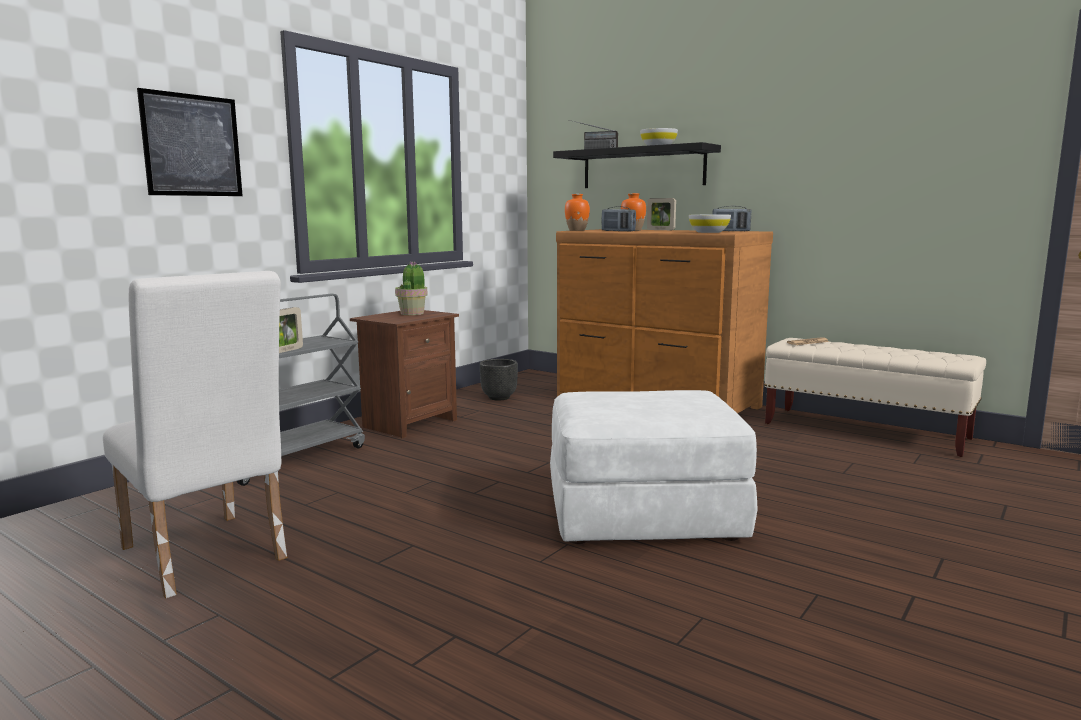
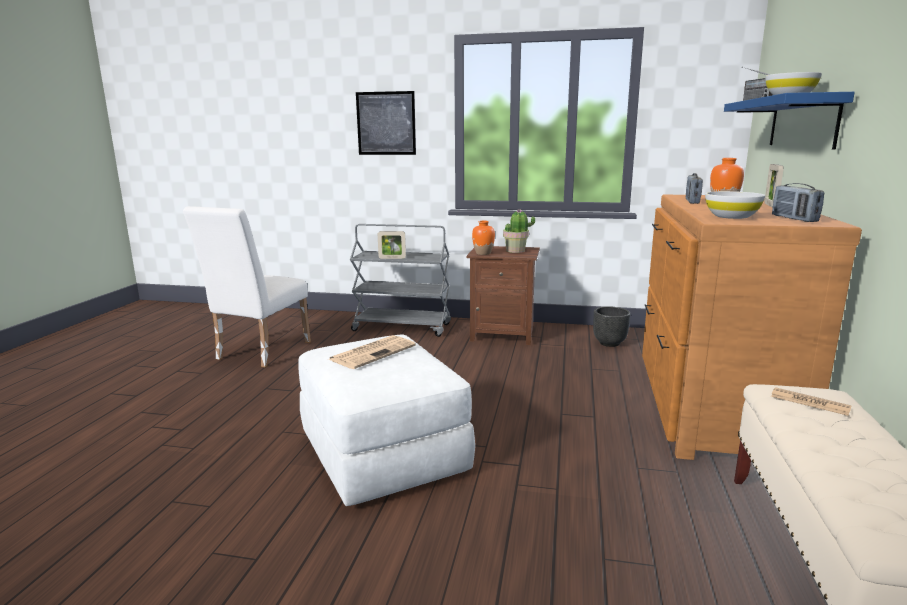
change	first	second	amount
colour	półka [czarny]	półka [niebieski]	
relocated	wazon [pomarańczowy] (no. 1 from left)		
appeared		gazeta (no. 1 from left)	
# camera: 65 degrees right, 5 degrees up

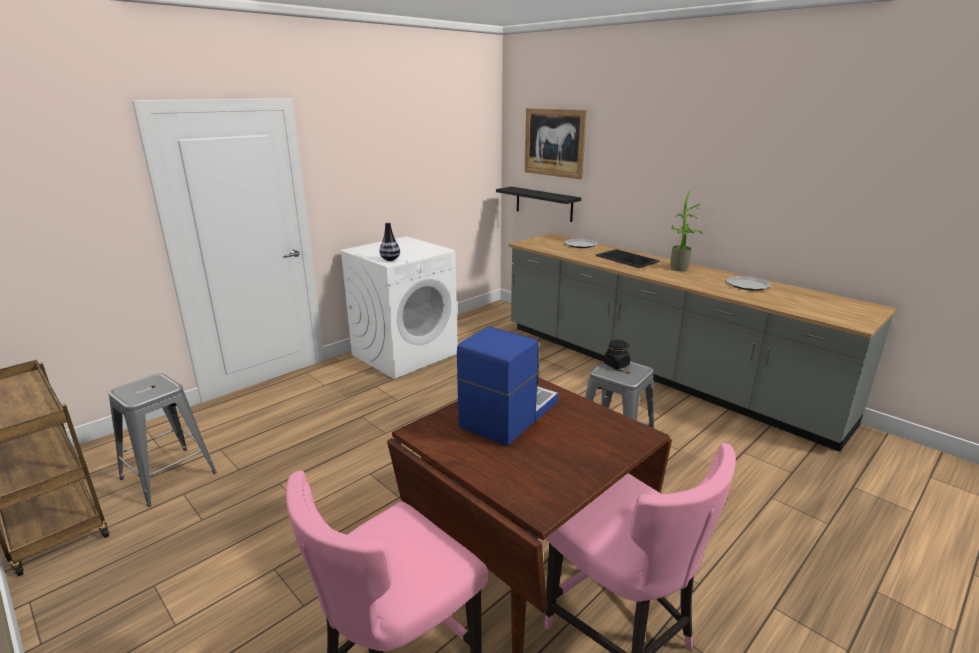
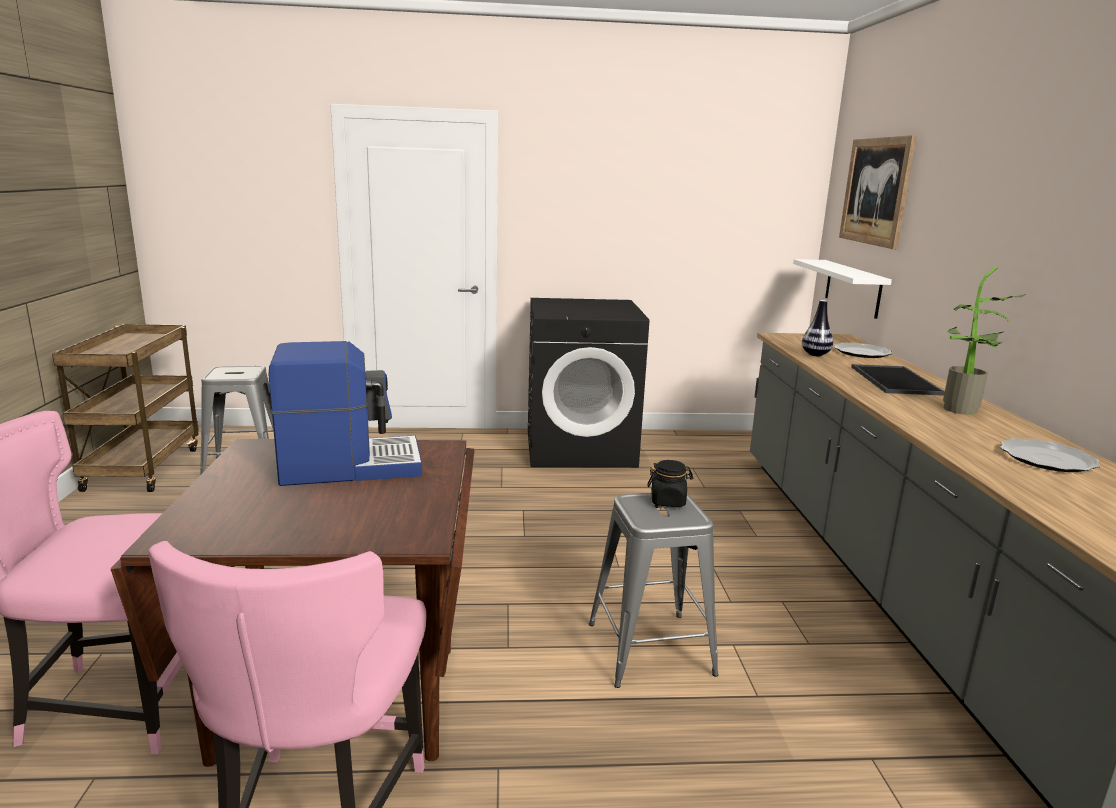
change	first	second	amount
colour	półka [czarny]	półka [biały]	
relocated	wazon		
colour	pralka [biały]	pralka [czarny]	
# camera: 40 degrees right, 5 degrees down

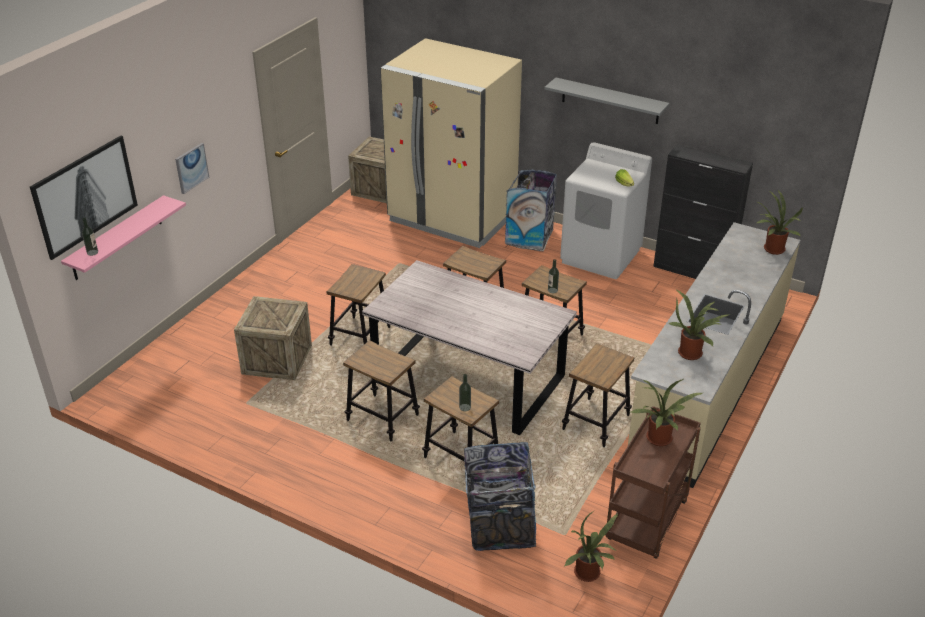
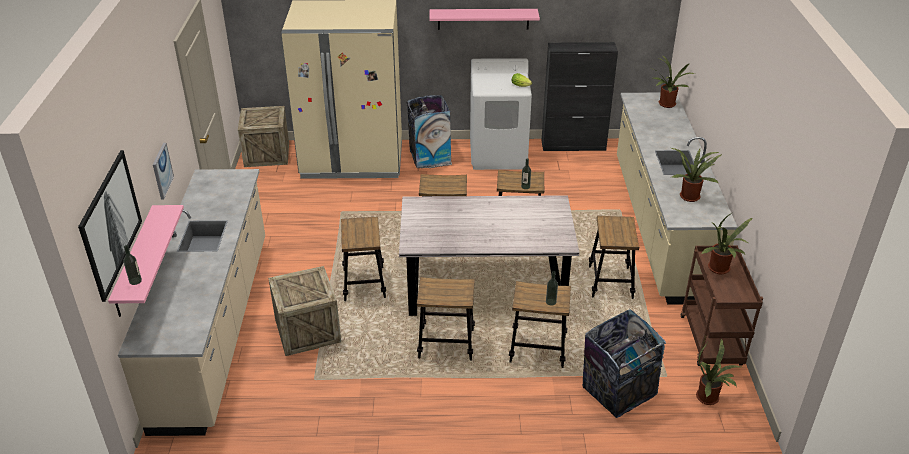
change	first	second	amount
colour	półka [szary]	półka [różowy] (no. 2 from left)	
appeared		zabudowa kuchenna [beżowy] (no. 1 from left)	
# camera: 30 degrees left, 0 degrees up

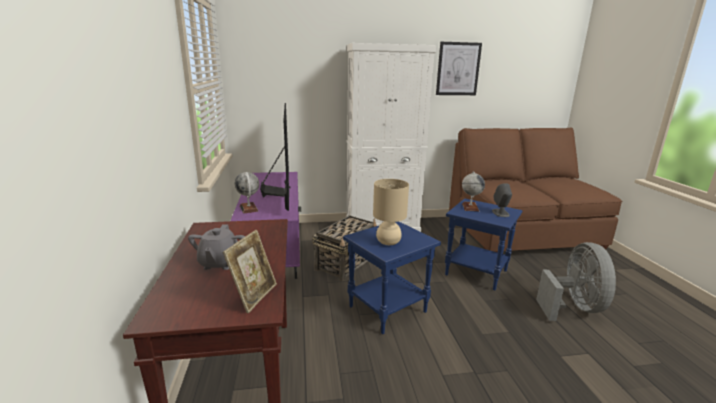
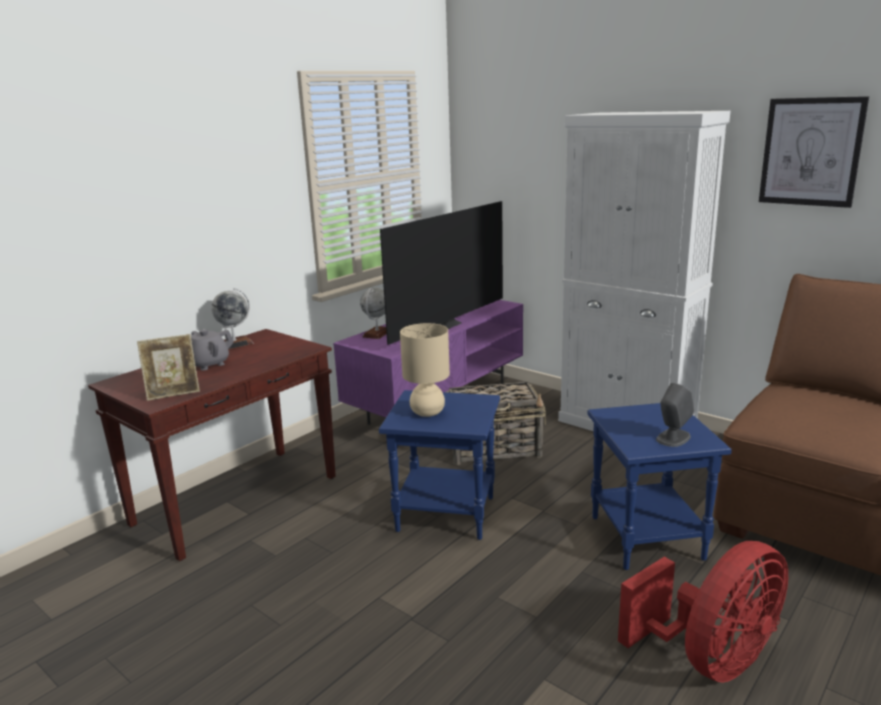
change	first	second	amount
relocated	globus (no. 2 from left in the first image)	globus (no. 1 from left)	
colour	wentylator [szary]	wentylator [czerwony]	
# camera: 50 degrees right, 0 degrees up

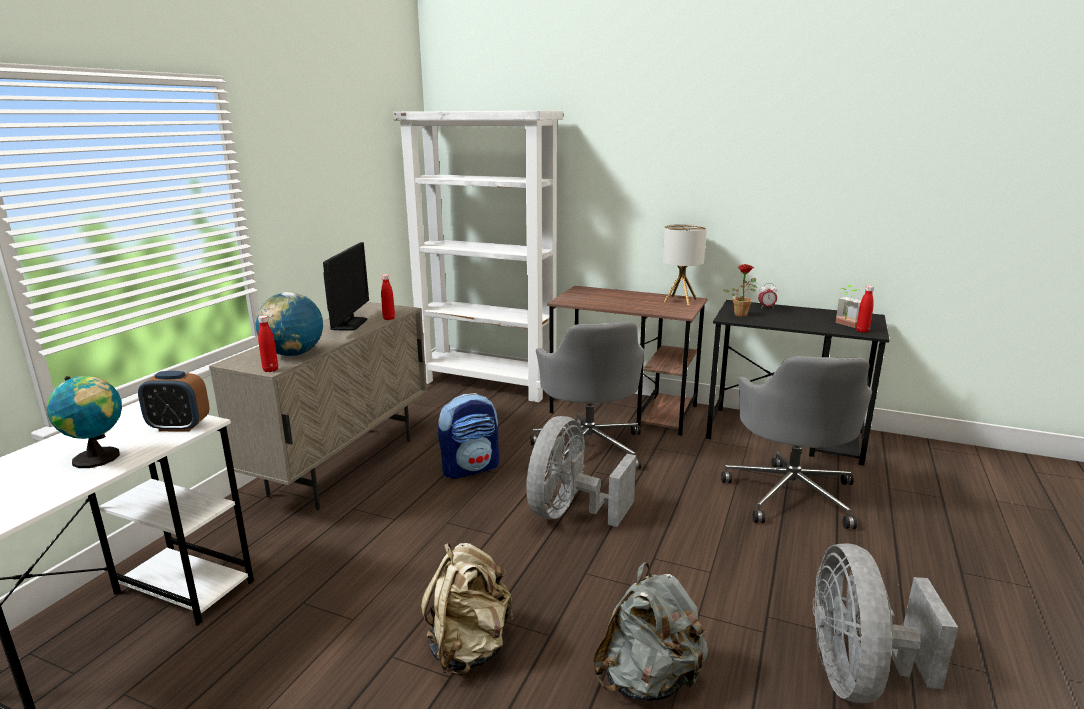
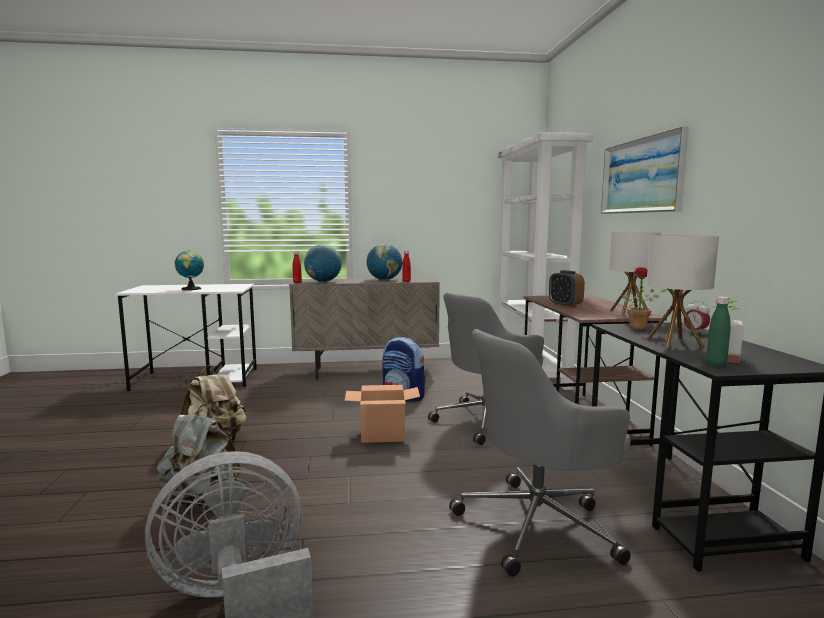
change	first	second	amount
exchanged	monitor	globus (no. 3 from left)	
colour	butelka [czerwony] (no. 3 from left)	butelka [zielony]	
relocated	budzik (no. 1 from left)		
exchanged	wentylator [szary] (no. 1 from left)	karton	
appeared		obraz	
appeared		lampa stołowa (no. 2 from left)	
# camera: 60 degrees right, 10 degrees down

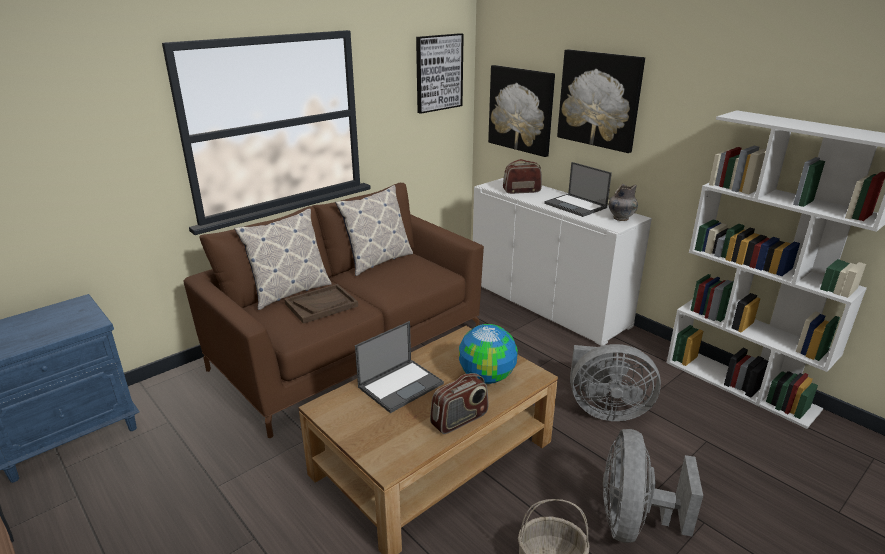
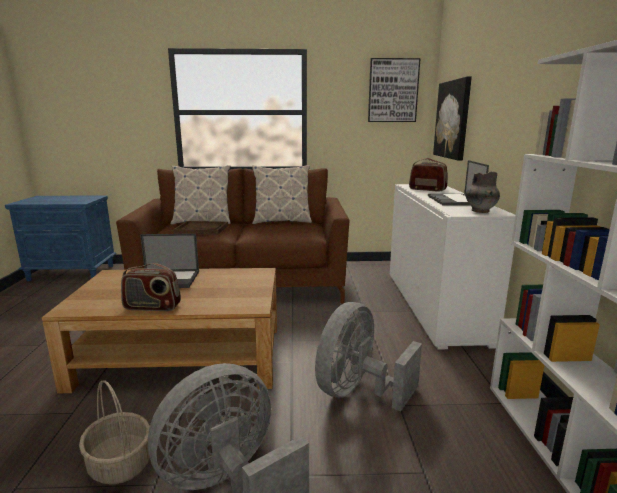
change	first	second	amount
missing	obraz (no. 3 from left)		
missing	globus		
spun	wentylator [szary] (no. 1 from left in the first image)	wentylator [szary] (no. 2 from left)	75 degrees clockwise
# camera: 40 degrees right, 10 degrees down

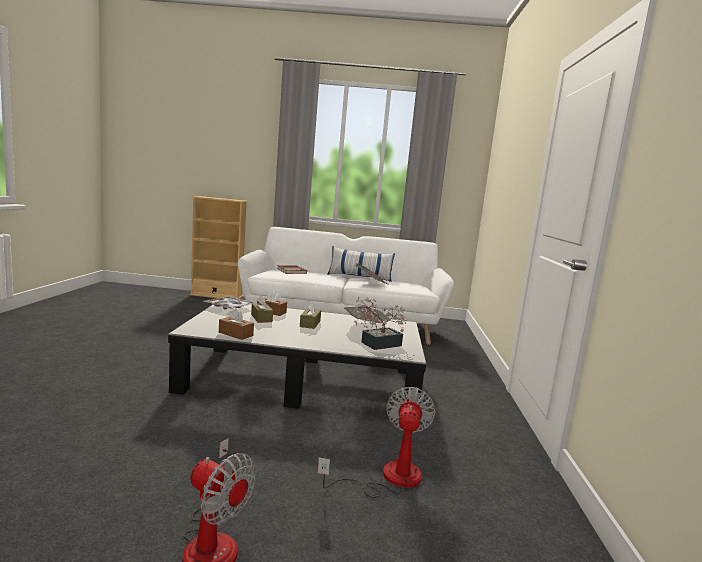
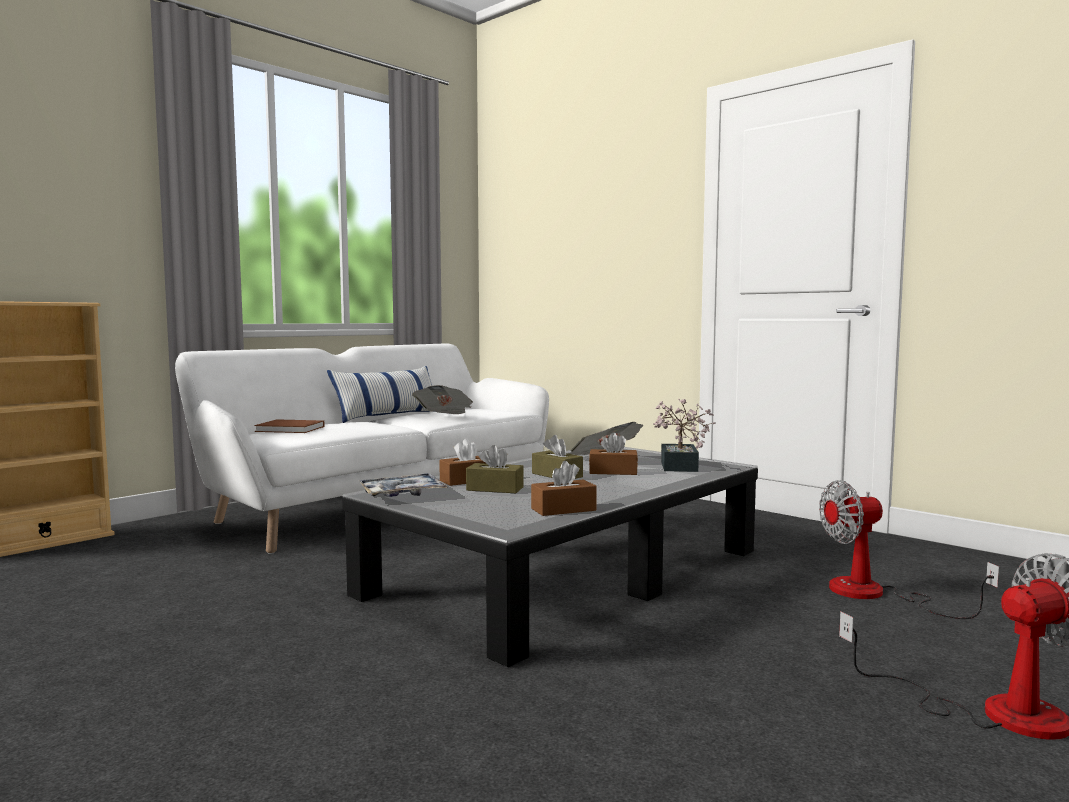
change	first	second	amount
spun	wentylator (no. 2 from left in the first image)	wentylator (no. 1 from left)	60 degrees counterclockwise
appeared		pudełko chusteczek [brązowy] (no. 5 from left)	
# camera: 50 degrees left, 5 degrees down

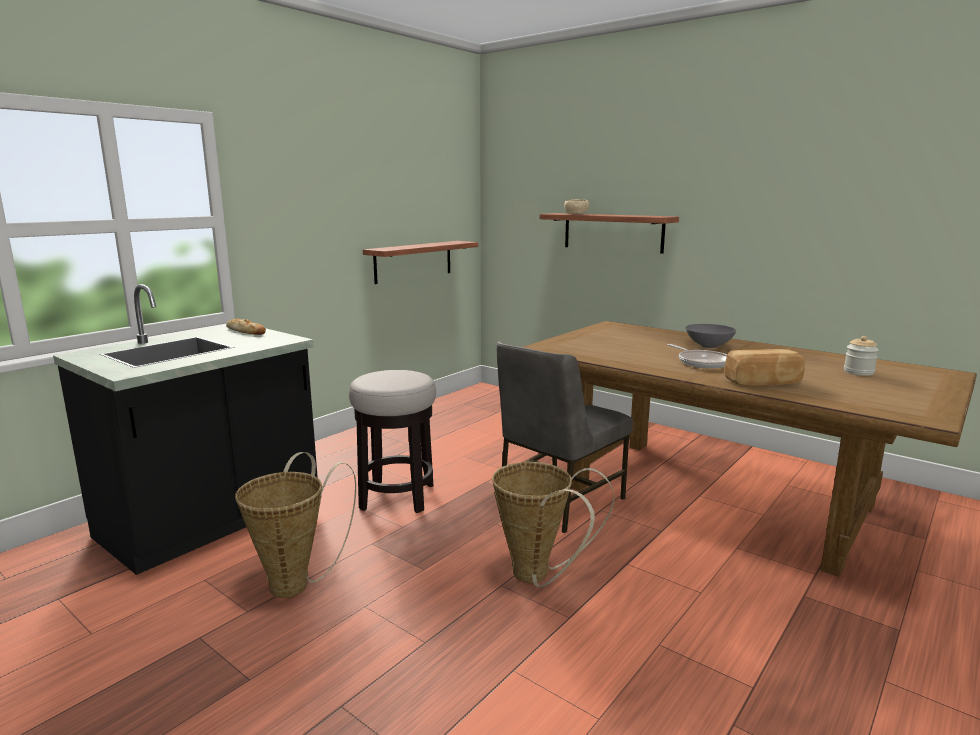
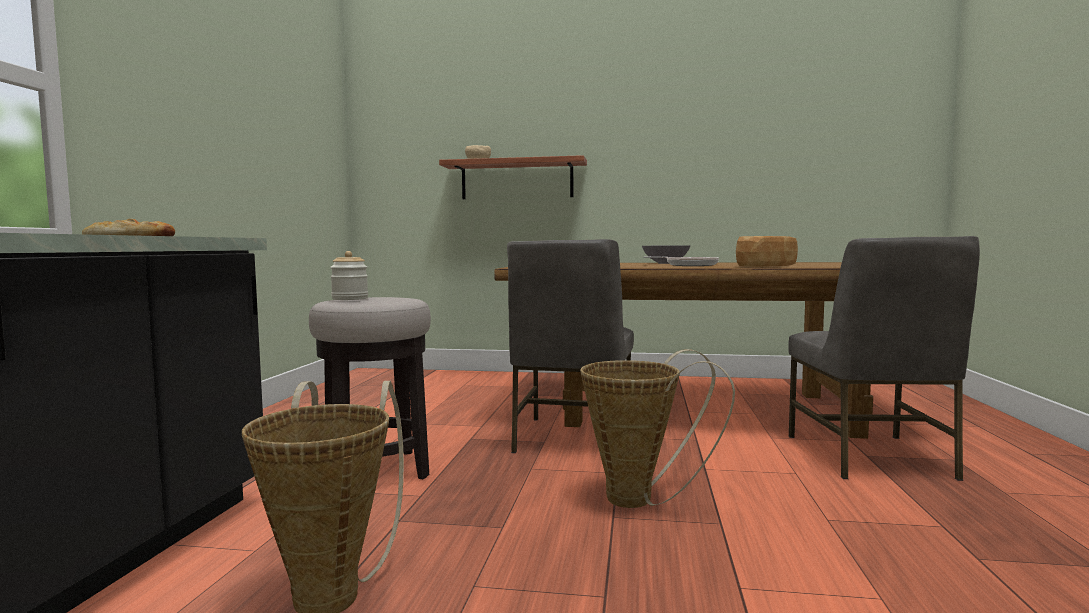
change	first	second	amount
missing	półka (no. 1 from left)		
relocated	słoik		
appeared		krzesło [szary] (no. 2 from left)	
# camera: 30 degrees left, 10 degrees down

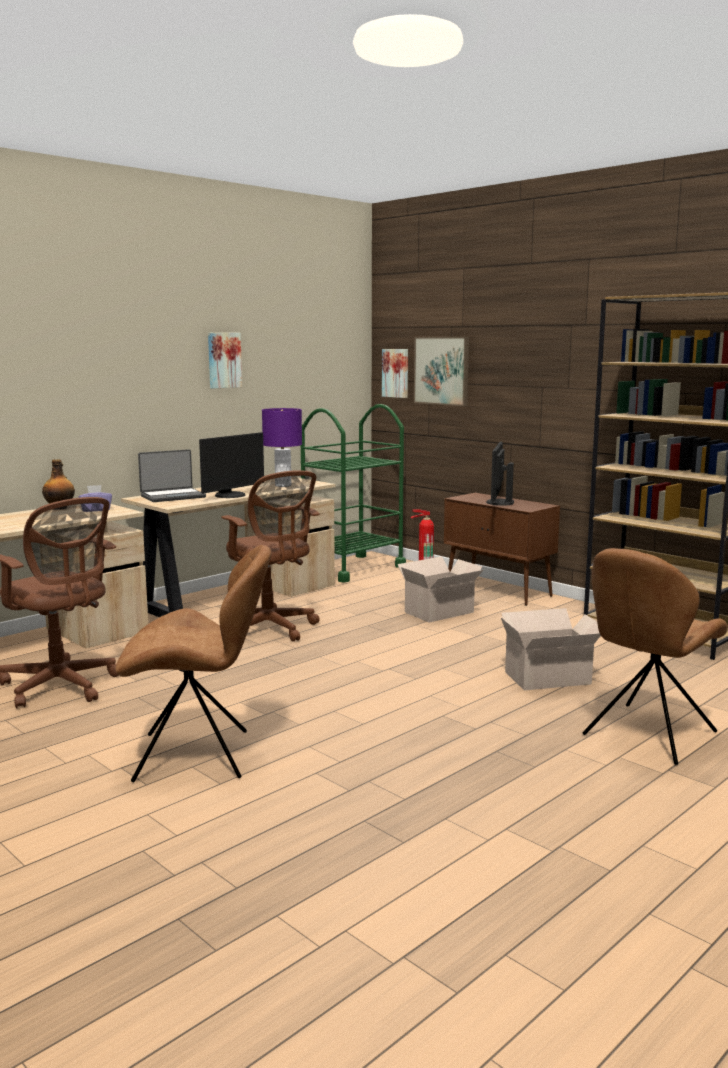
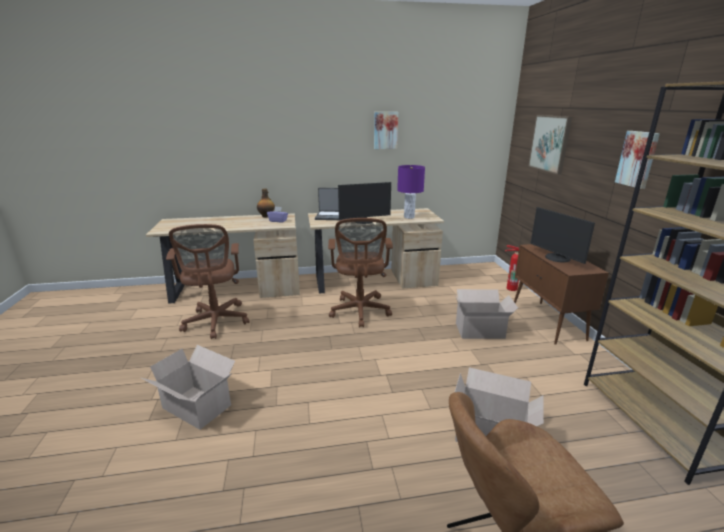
change	first	second	amount
relocated	obraz (no. 2 from left in the first image)	obraz (no. 3 from left)	
missing	wózek [zielony]		
spun	monitor (no. 2 from left)		75 degrees counterclockwise
exchanged	krzesło [brązowy] (no. 1 from left)	karton (no. 1 from left)	
# camera: 35 degrees right, 10 degrees up

